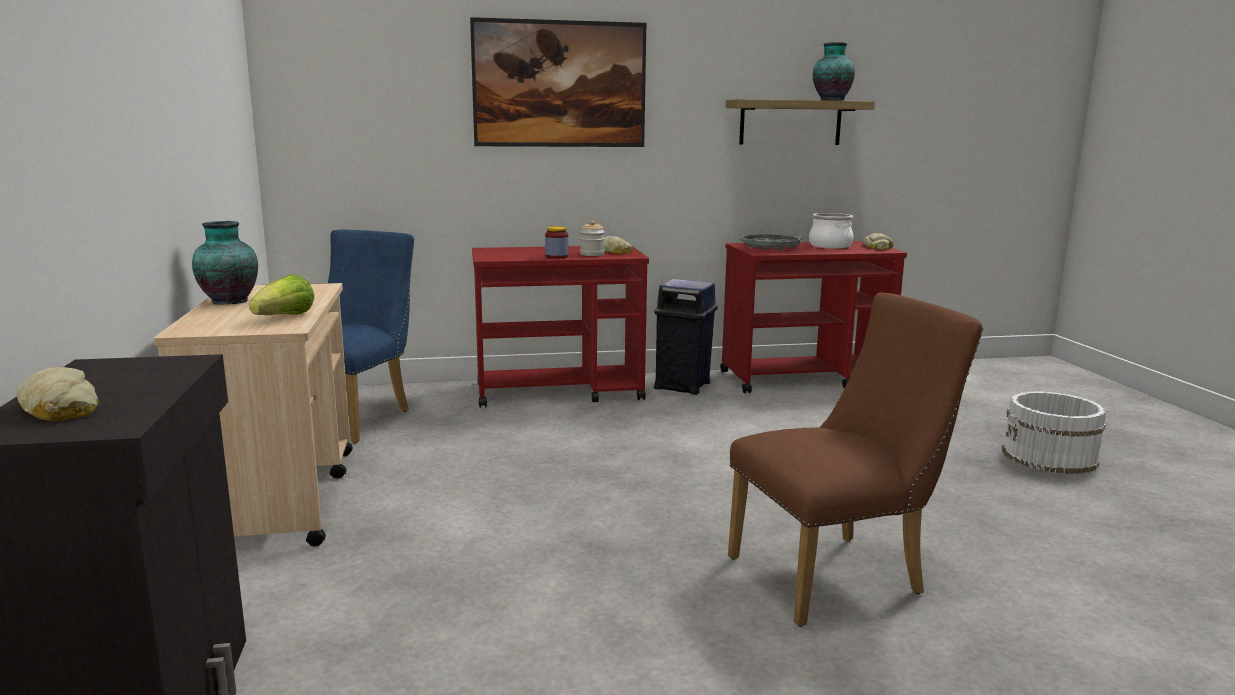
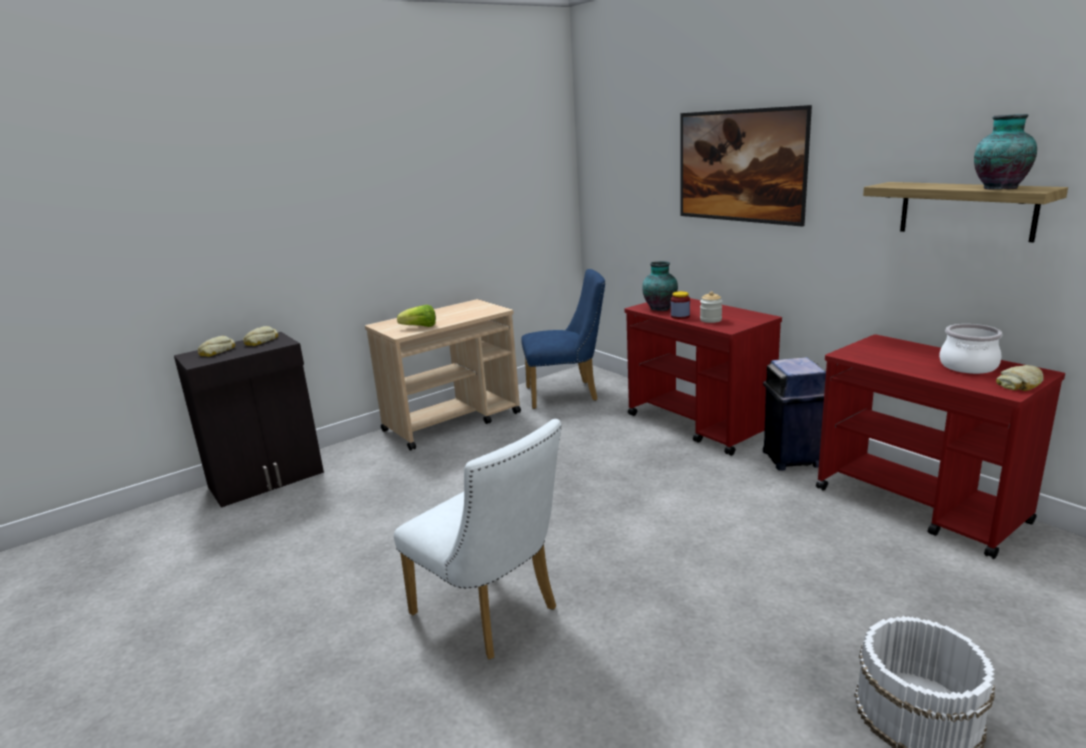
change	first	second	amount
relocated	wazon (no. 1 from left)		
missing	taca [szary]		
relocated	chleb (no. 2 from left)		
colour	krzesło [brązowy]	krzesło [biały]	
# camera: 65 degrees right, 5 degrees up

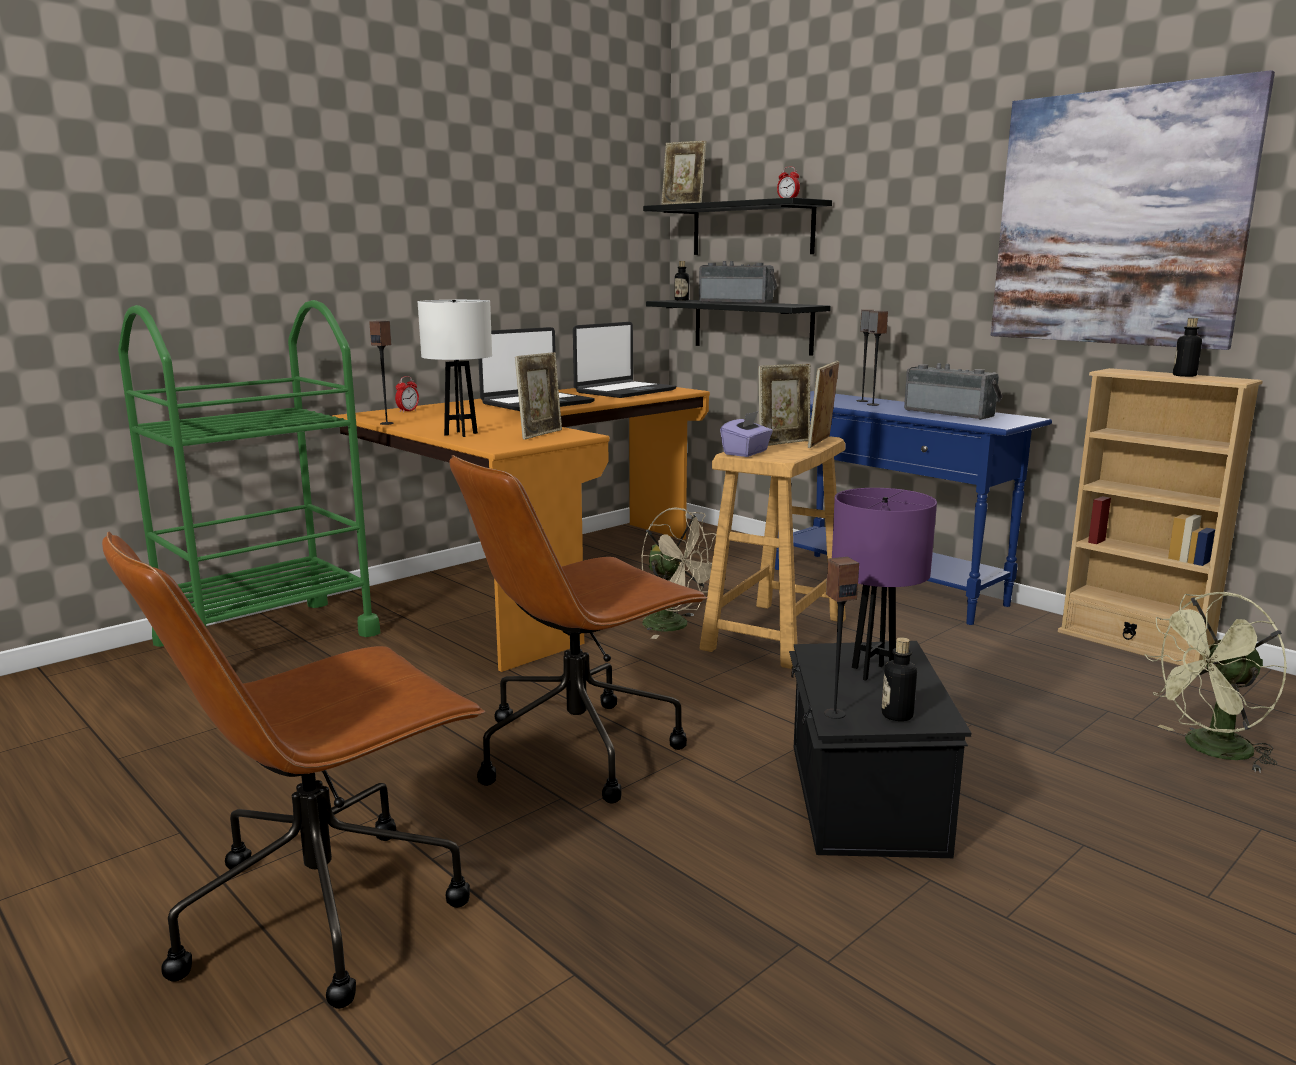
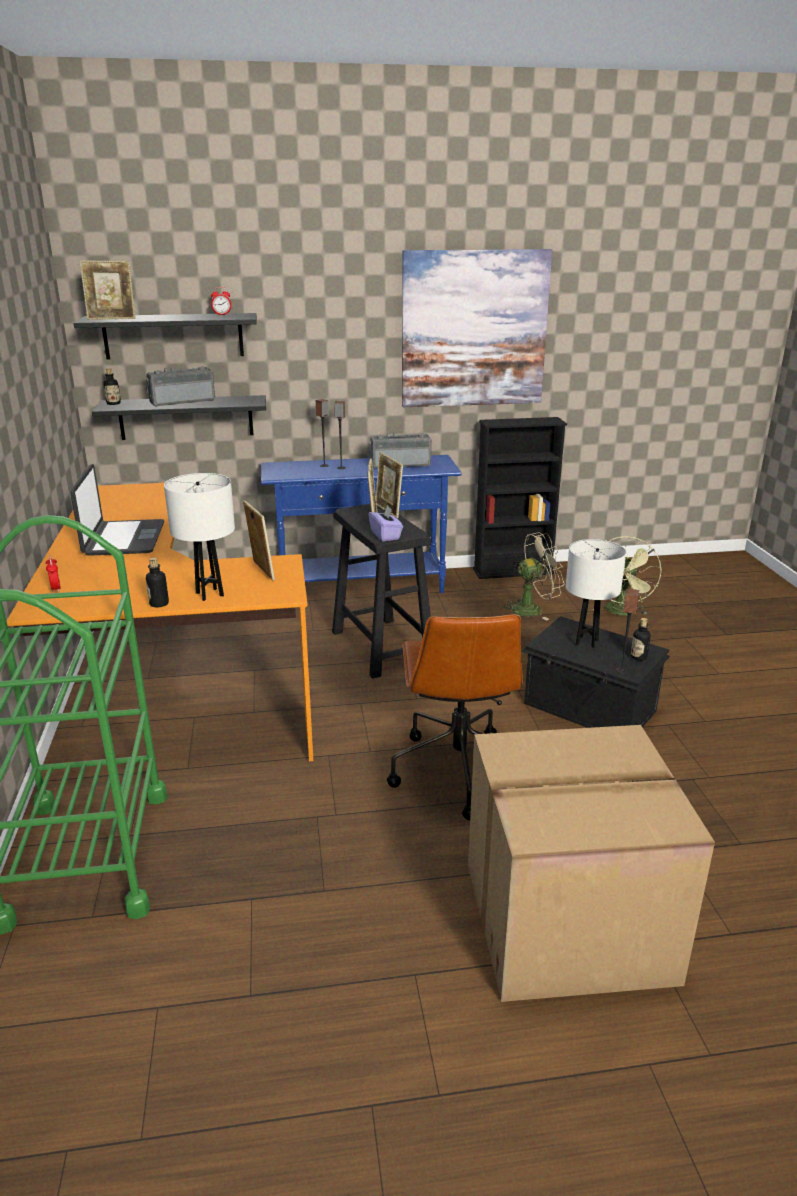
change	first	second	amount
relocated	butelka (no. 3 from left in the first image)	butelka (no. 2 from left)	
missing	głośnik (no. 1 from left)		
missing	laptop (no. 2 from left)		
colour	regał [beżowy]	regał [czarny]	
colour	stołek [beżowy]	stołek [czarny]	
colour	lampa stołowa [fioletowy]	lampa stołowa [biały] (no. 2 from left)	
relocated	wentylator [beżowy]		
exchanged	krzesło biurowe [brązowy] (no. 1 from left)	karton	
# camera: 55 degrees left, 10 degrees up

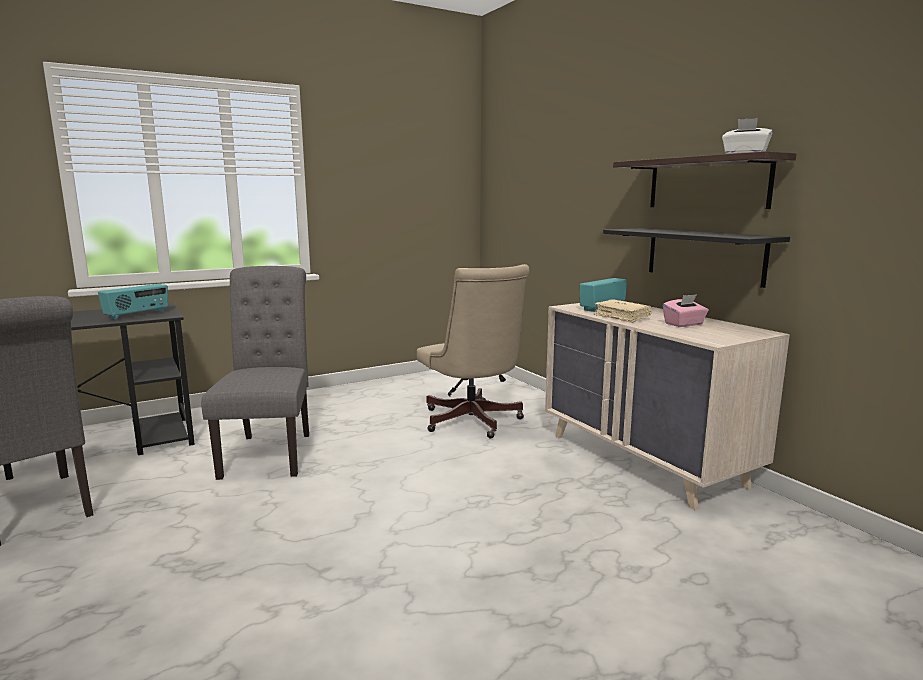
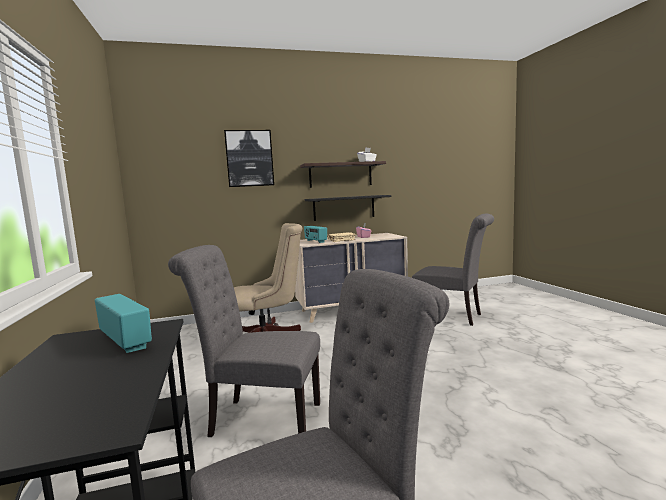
change	first	second	amount
appeared		obraz	
appeared		krzesło [szary] (no. 3 from left)	
# camera: 75 degrees left, 5 degrees down

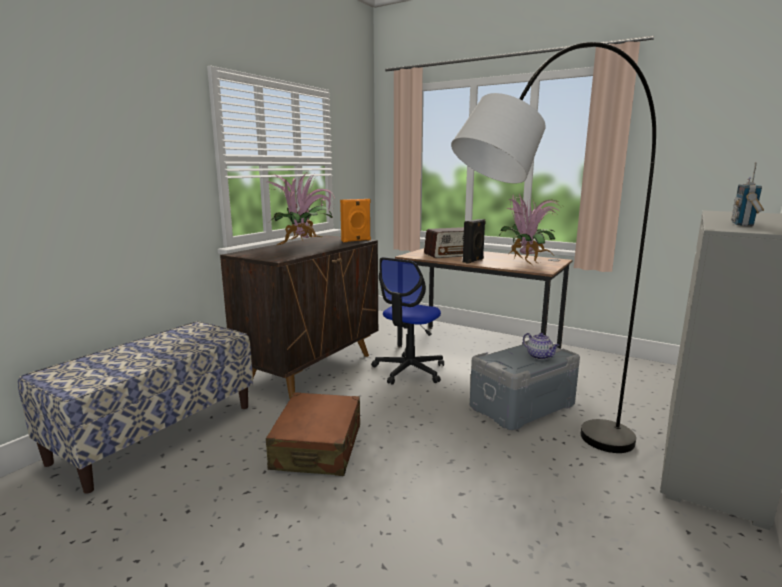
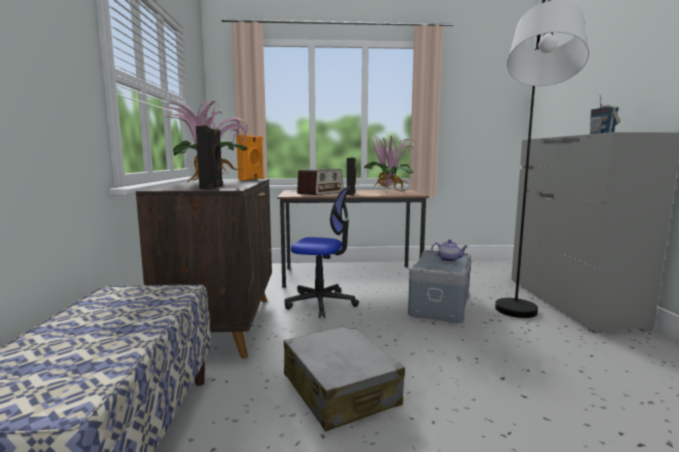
change	first	second	amount
spun	krzesło biurowe		75 degrees counterclockwise
colour	walizka [brązowy]	walizka [szary]	
appeared		głośnik [czarny] (no. 1 from left)	
# camera: 35 degrees left, 5 degrees down

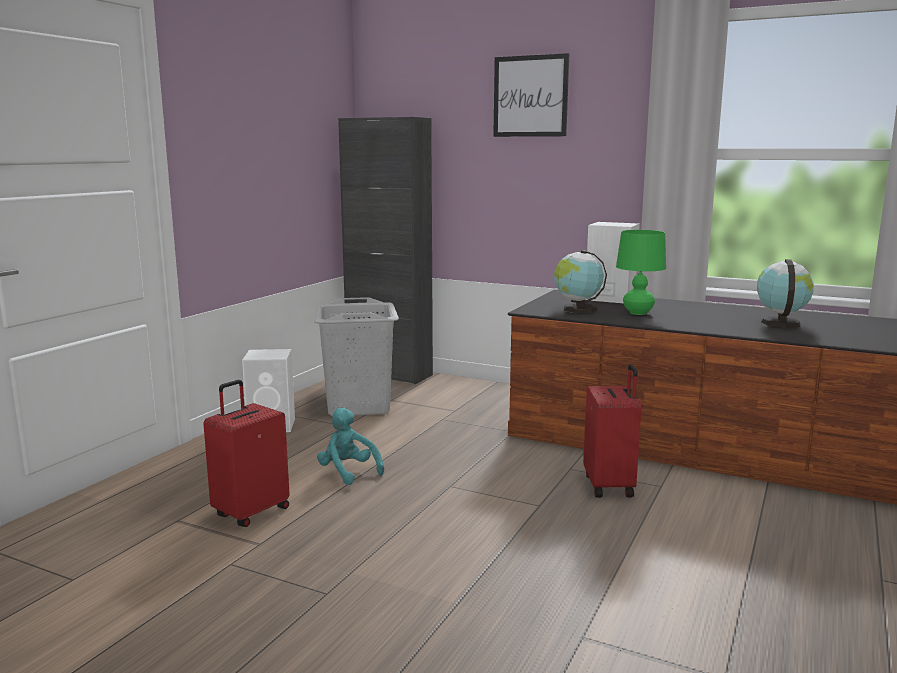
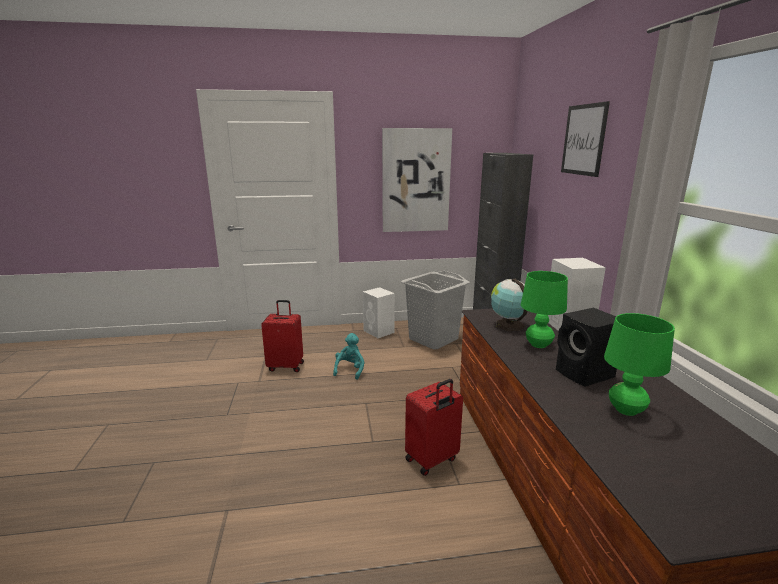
change	first	second	amount
exchanged	globus (no. 2 from left)	lampa stołowa [zielony] (no. 2 from left)	
appeared		obraz (no. 1 from left)	
appeared		głośnik [czarny]	
# camera: 55 degrees right, 5 degrees up

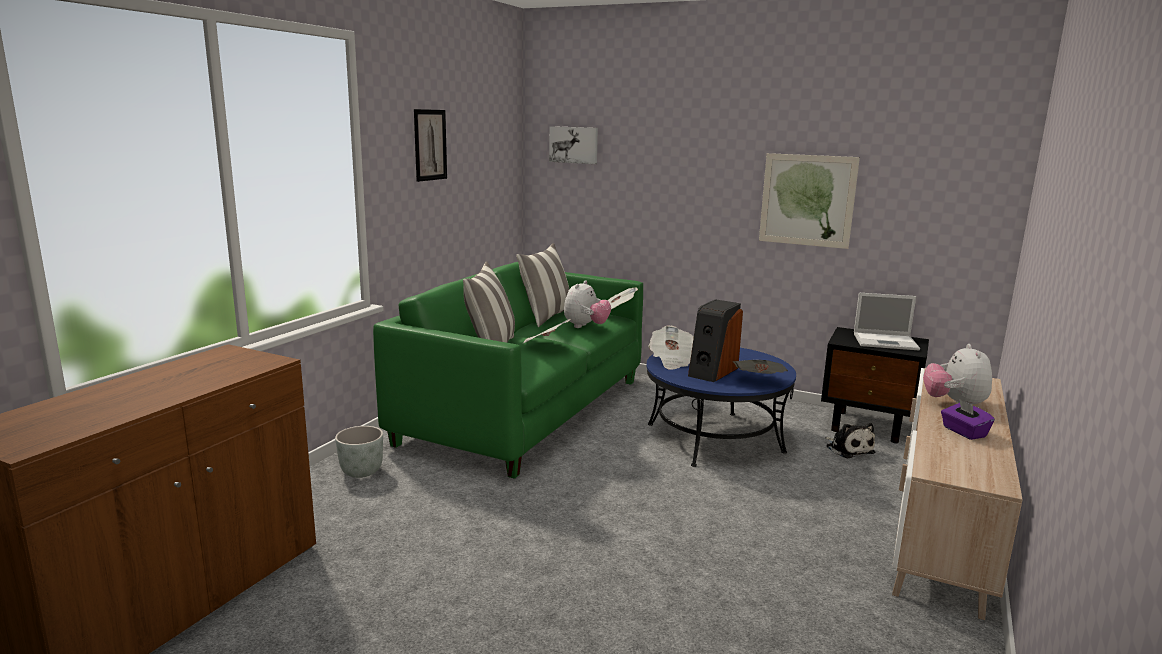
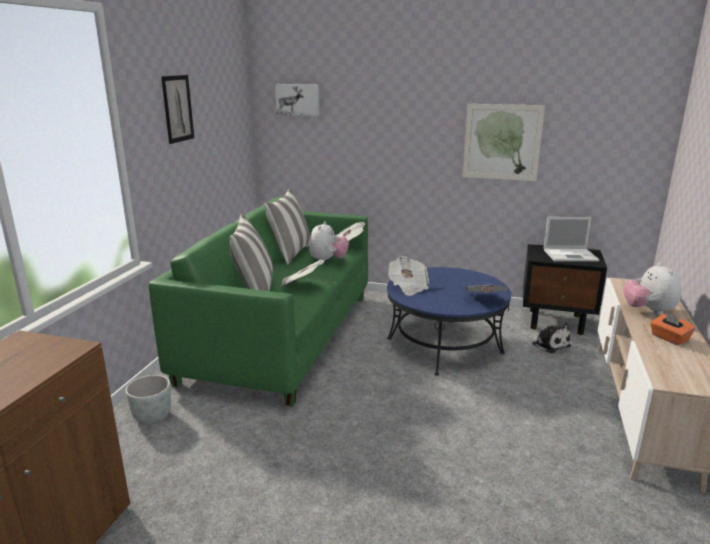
change	first	second	amount
missing	głośnik		
colour	pudełko chusteczek [fioletowy]	pudełko chusteczek [pomarańczowy]	
# camera: 10 degrees left, 5 degrees up

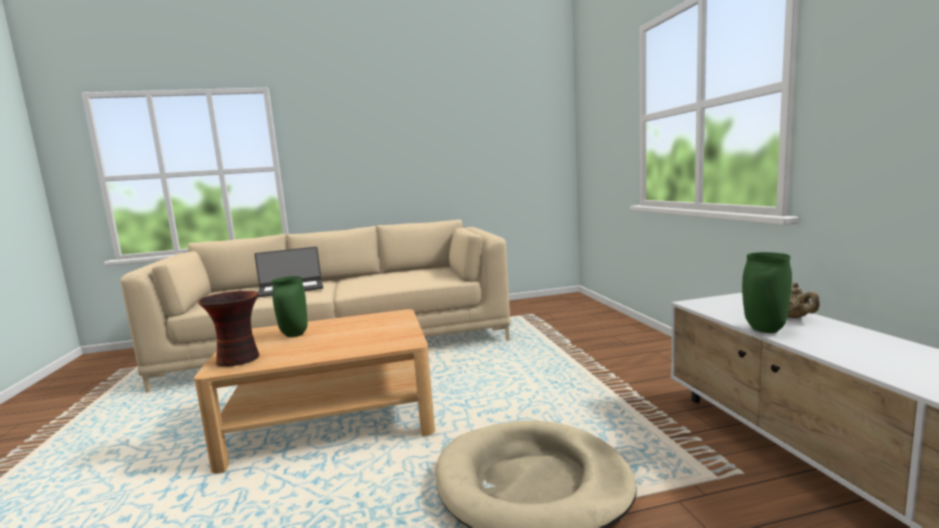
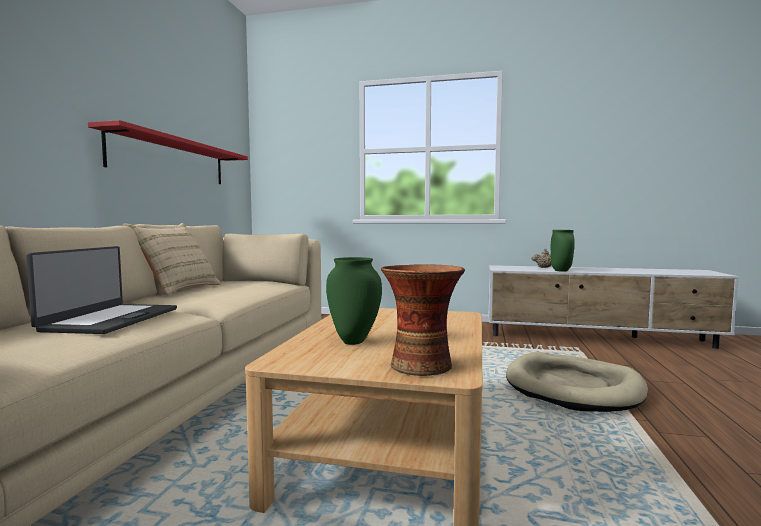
change	first	second	amount
appeared		półka [czerwony]	
appeared		poduszka [beżowy]	
# camera: 65 degrees left, 5 degrees down

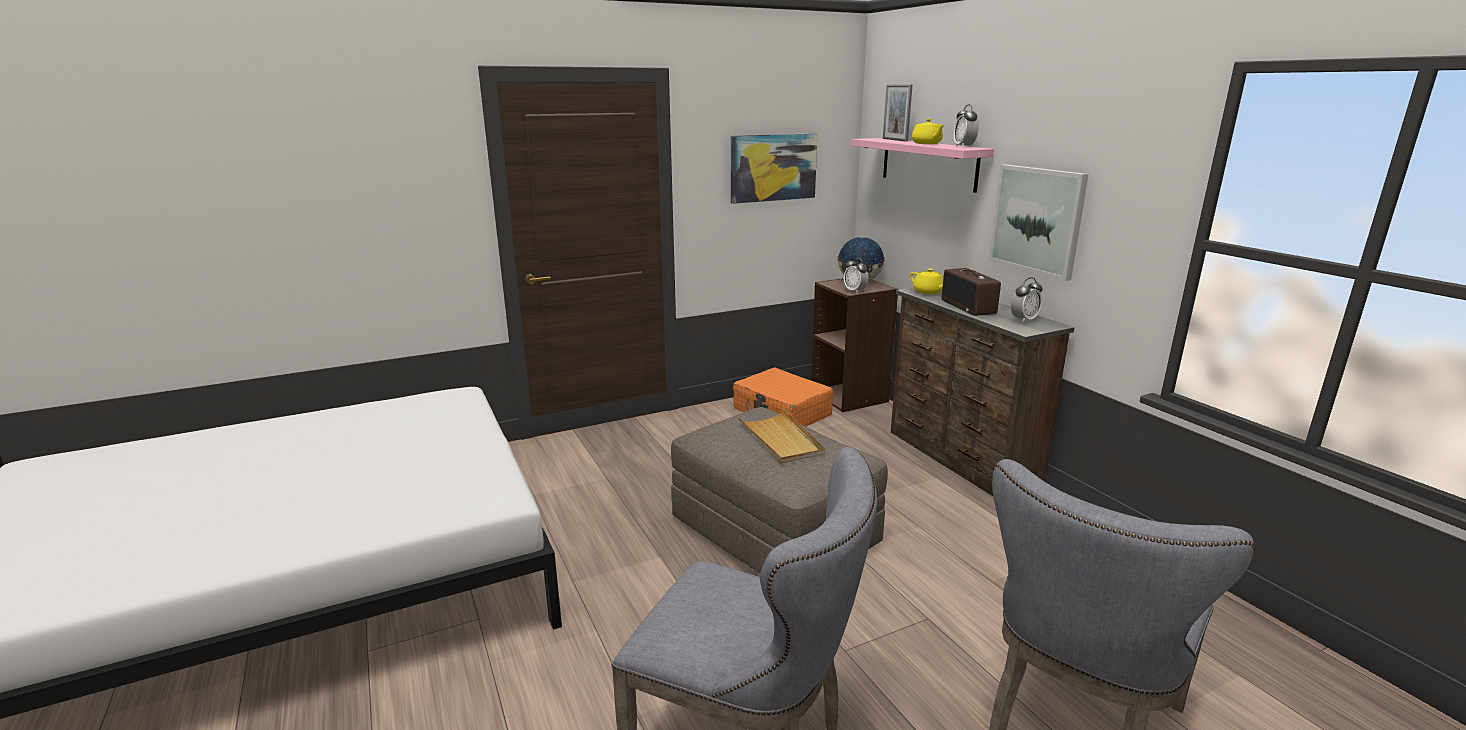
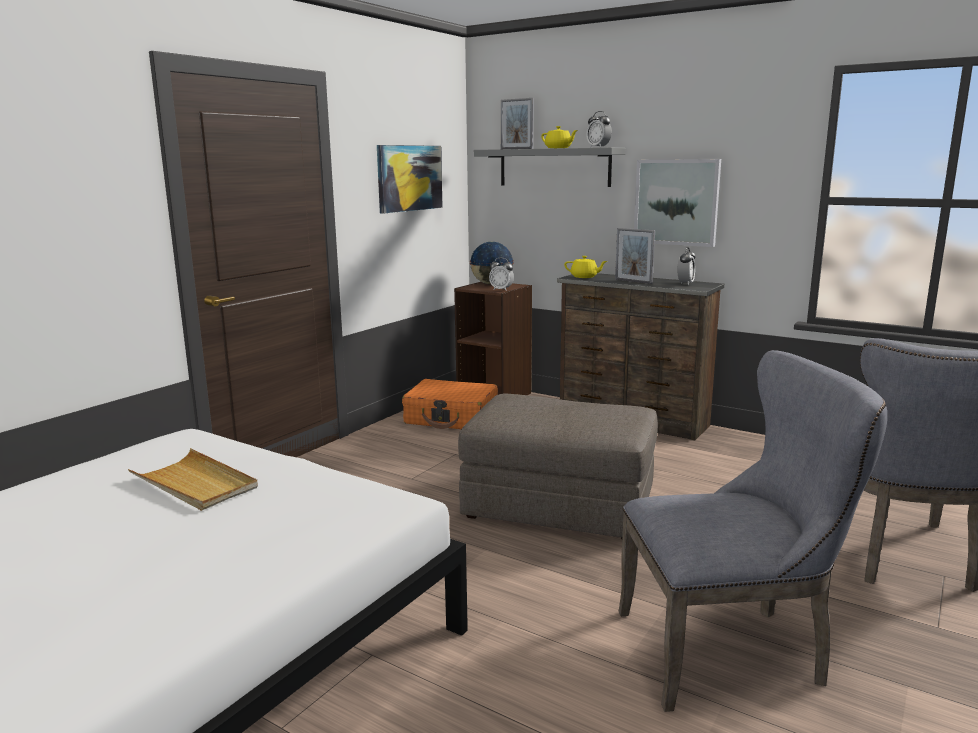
change	first	second	amount
colour	półka [różowy]	półka [szary]	
exchanged	radio	ramka na zdjęcie (no. 2 from left)	
relocated	taca [beżowy]		
# camera: 30 degrees left, 5 degrees down

